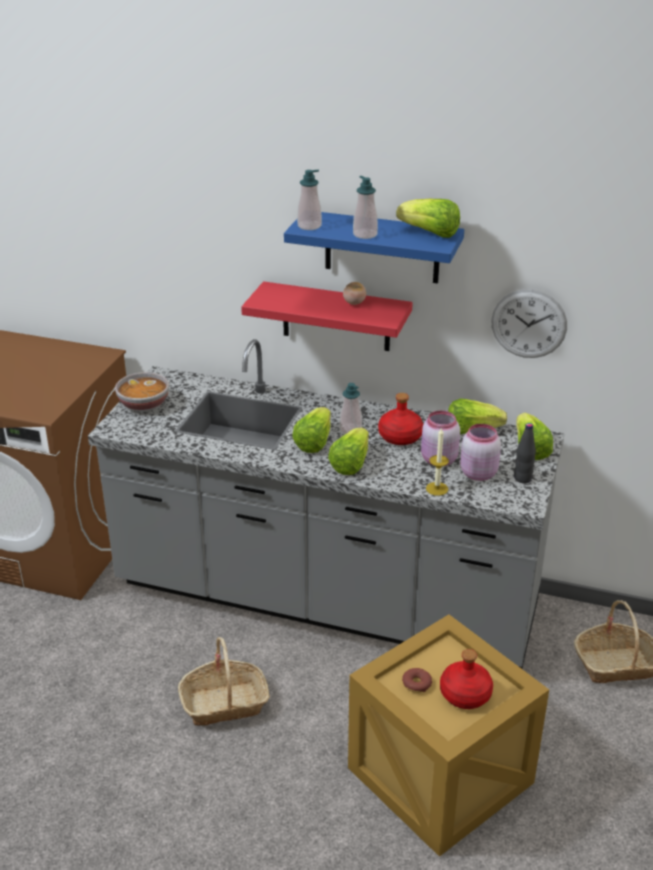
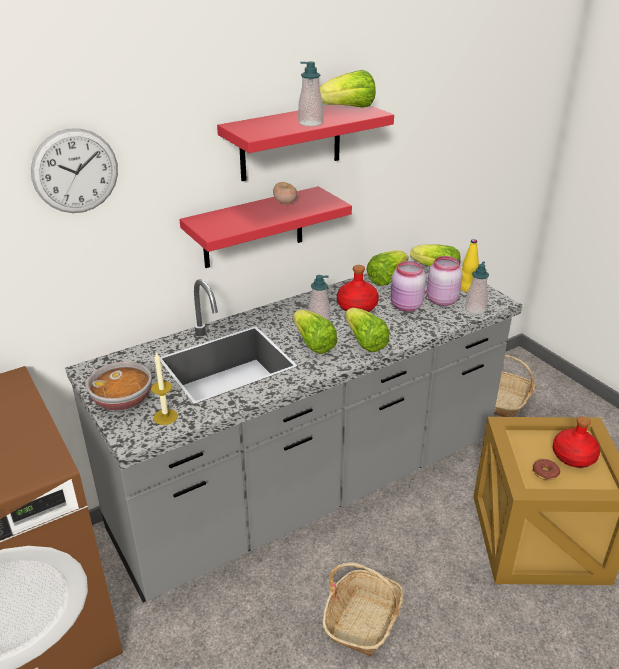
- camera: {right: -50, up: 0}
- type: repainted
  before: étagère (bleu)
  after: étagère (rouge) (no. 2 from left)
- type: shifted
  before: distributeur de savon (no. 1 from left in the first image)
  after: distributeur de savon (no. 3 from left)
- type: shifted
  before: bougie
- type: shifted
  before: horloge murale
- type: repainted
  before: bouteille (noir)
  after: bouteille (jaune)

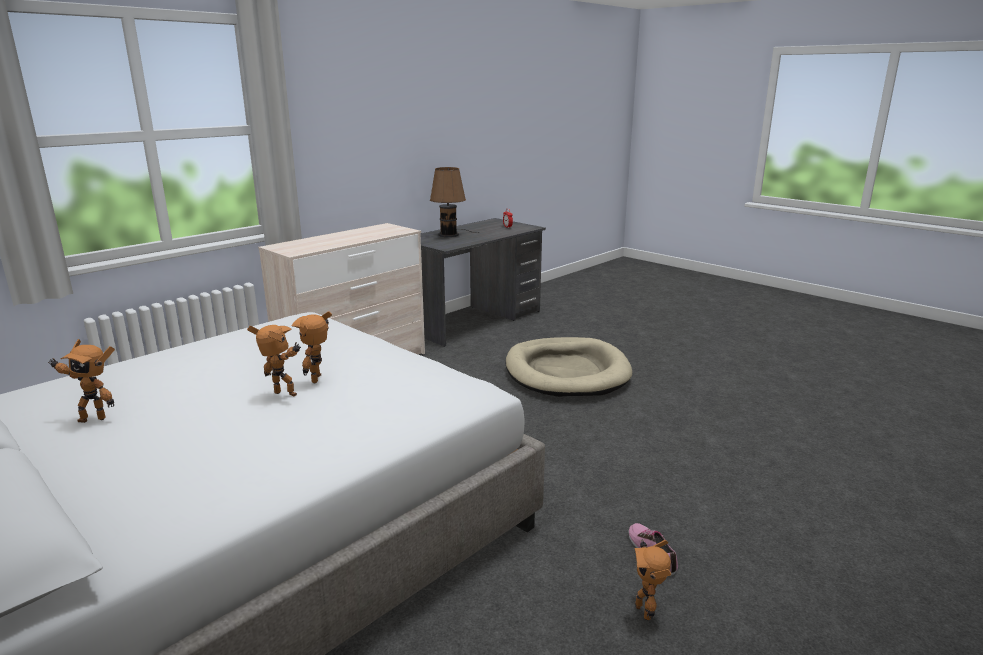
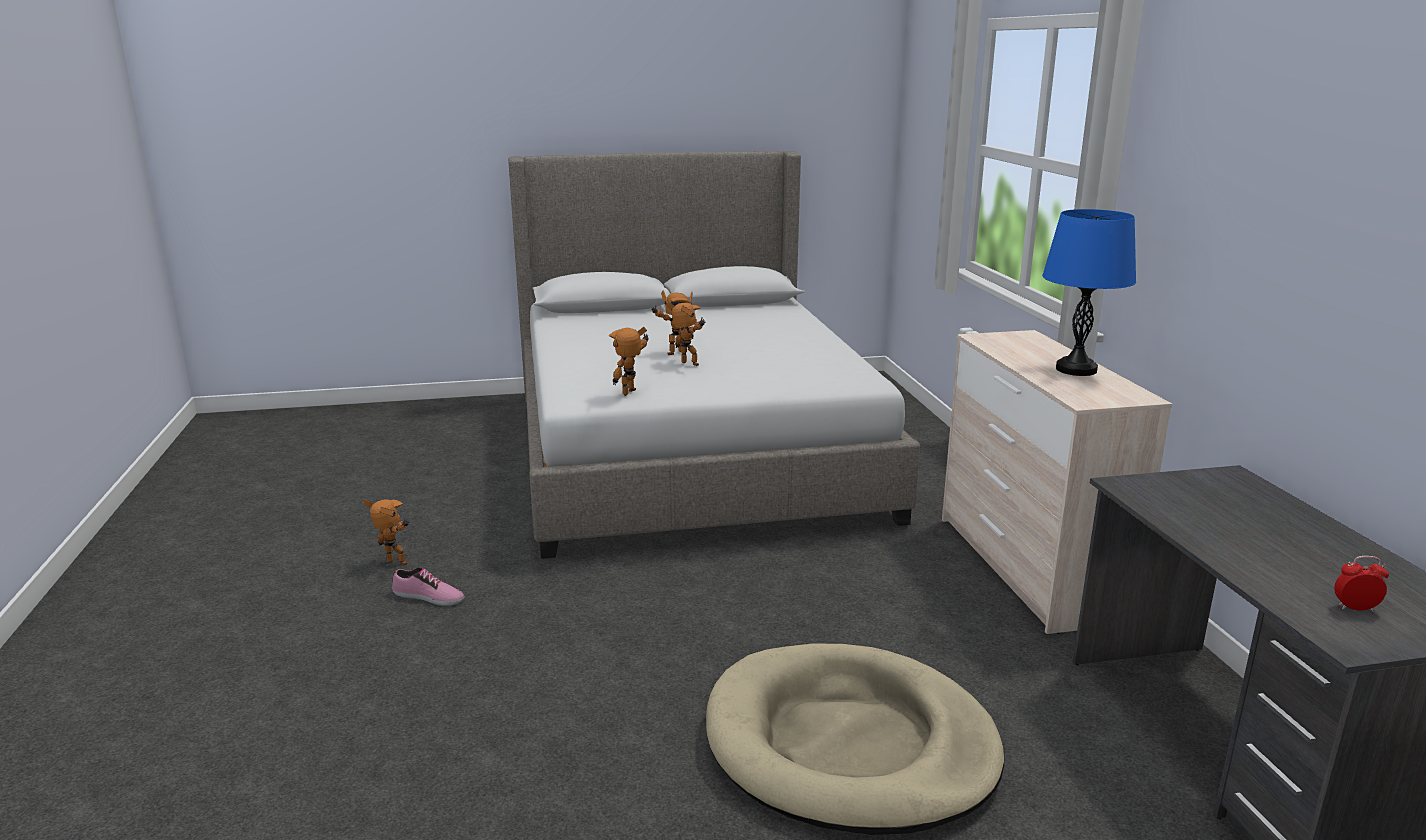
- camera: {right: 125, up: 0}
- type: shifted
  before: robot jouet (no. 1 from left in the first image)
  after: robot jouet (no. 2 from left)
- type: gone
  before: lampe de table (marron)
- type: new
  after: lampe de table (bleu)

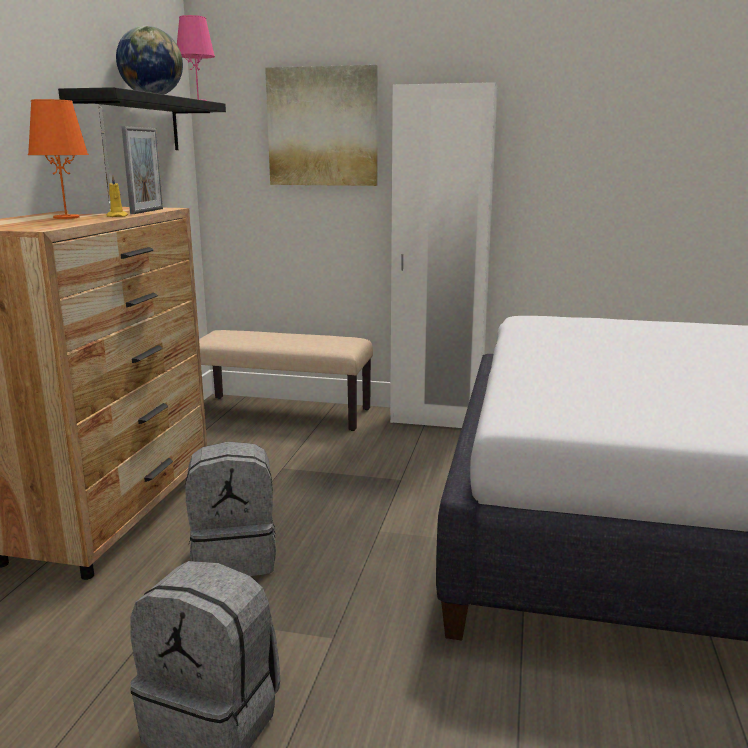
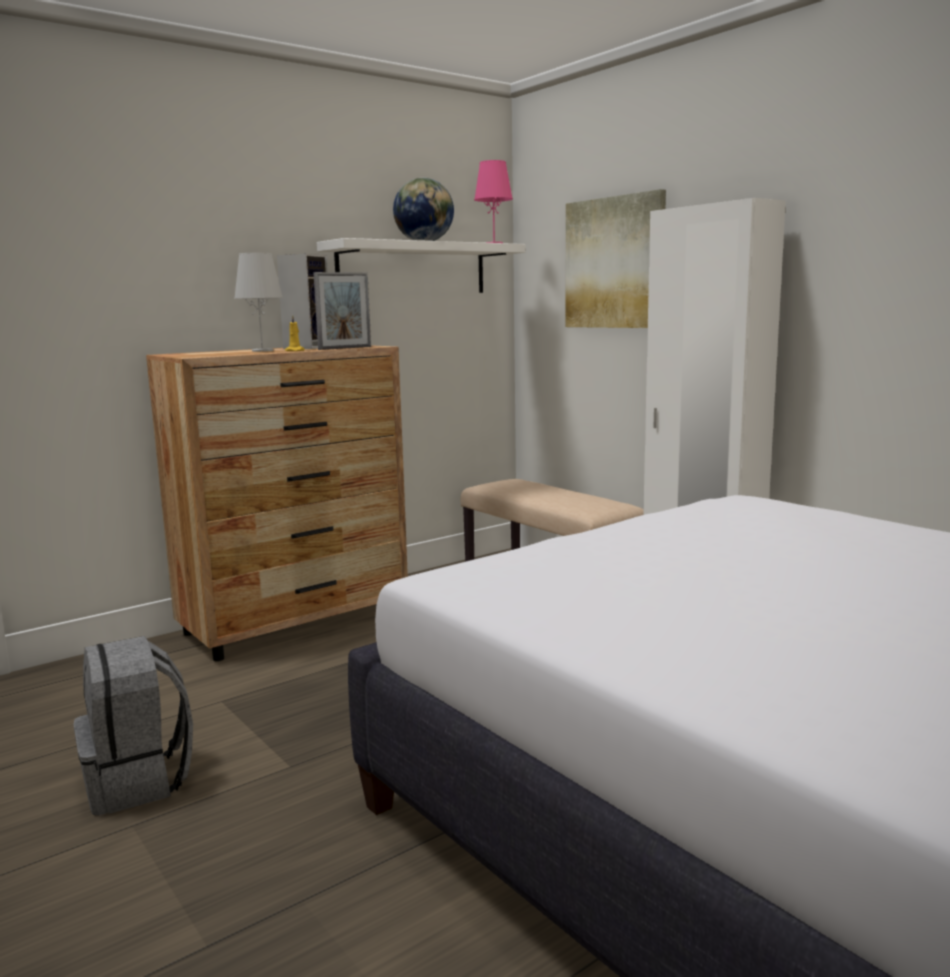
- camera: {right: 40, up: -5}
- type: repainted
  before: lampe de table (orange)
  after: lampe de table (blanc)
- type: repainted
  before: étagère (noir)
  after: étagère (blanc)
- type: gone
  before: sac à dos (gris) (no. 2 from left)

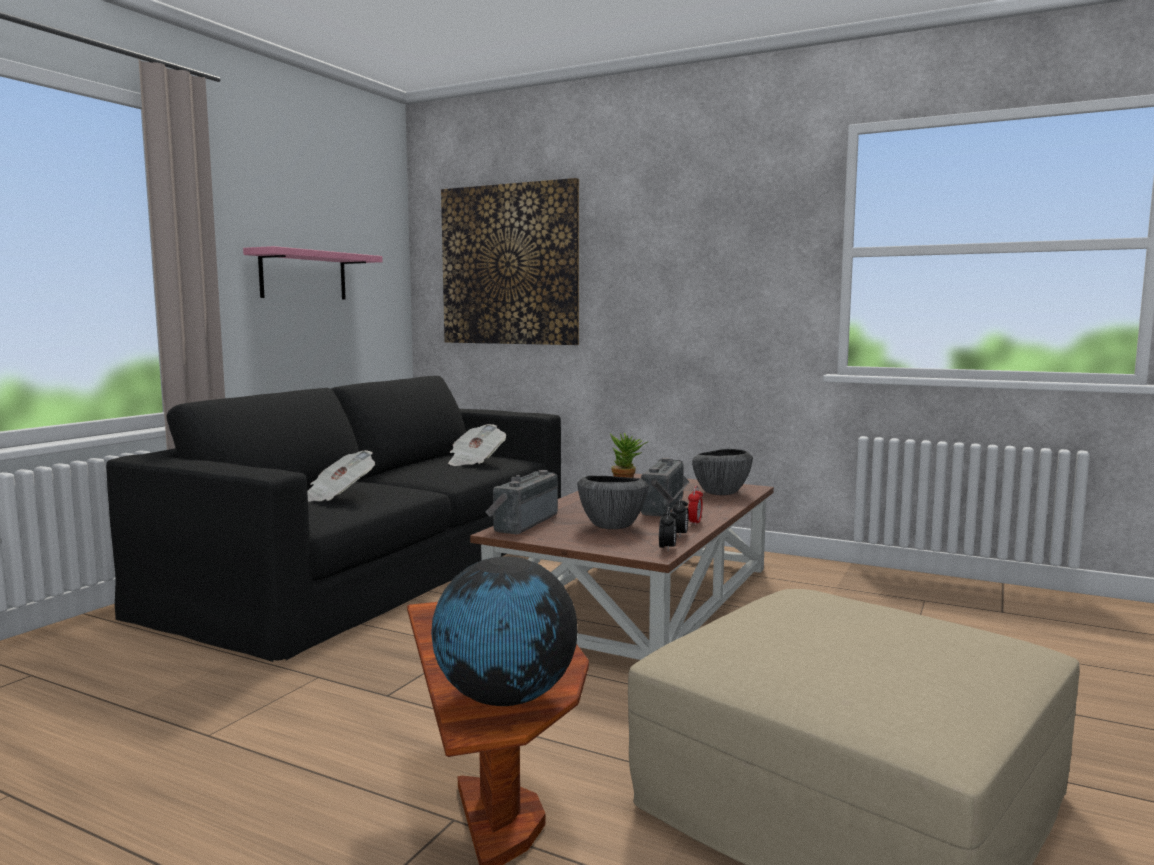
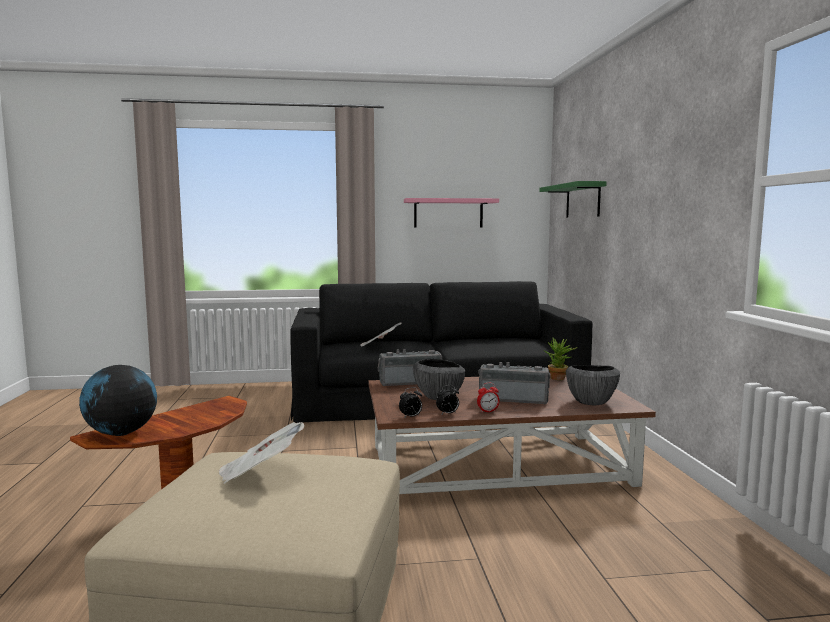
- camera: {right: 55, up: 0}
- type: swapped
  before: tableau
  after: étagère (vert)
- type: shifted
  before: journal (no. 2 from left in the first image)
  after: journal (no. 1 from left)
- type: rotated
  before: radio (no. 2 from left)
  turn: -150

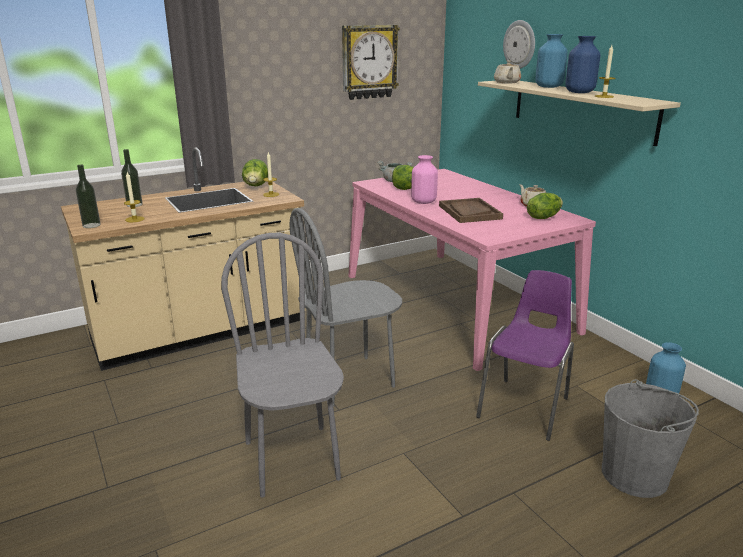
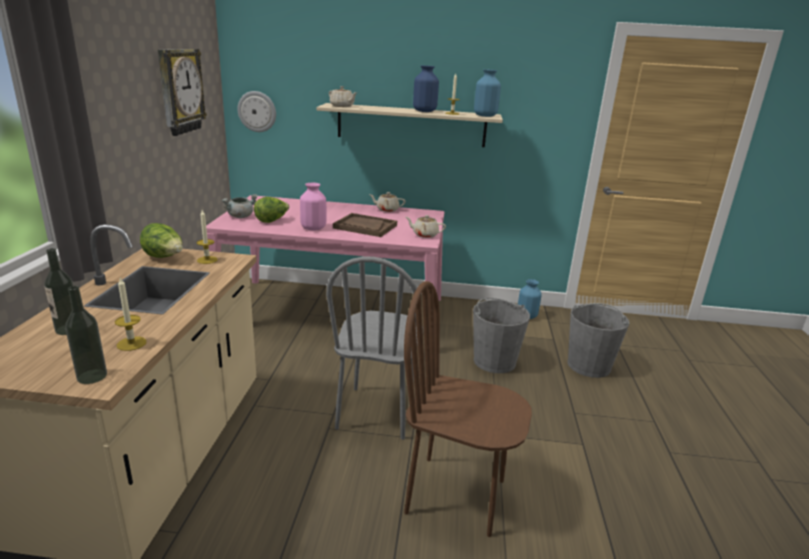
- camera: {right: -55, up: 0}
- type: repainted
  before: chaise (gris) (no. 1 from left)
  after: chaise (marron)
- type: swapped
  before: chaise (violet)
  after: seau (gris) (no. 1 from left)
- type: shifted
  before: horloge murale (no. 2 from left)
- type: gone
  before: laitue (no. 3 from left)
- type: shifted
  before: vase (bleu) (no. 1 from left in the first image)
  after: vase (bleu) (no. 2 from left)
- type: new
  after: théière (beige) (no. 3 from left)

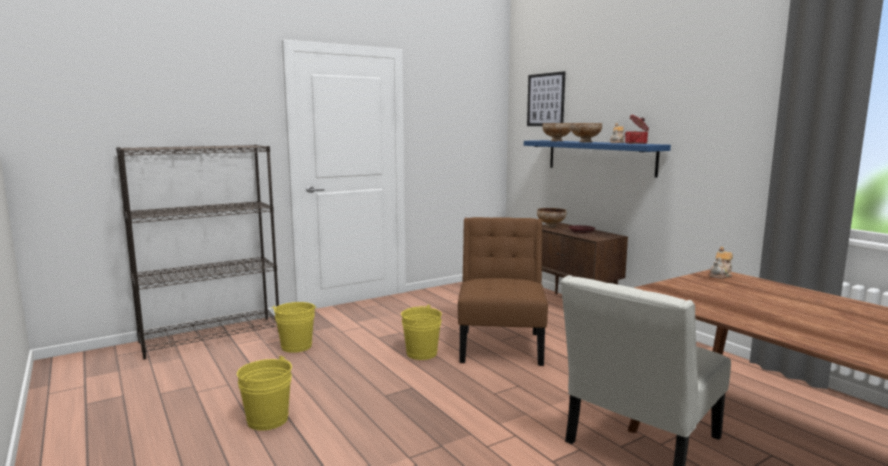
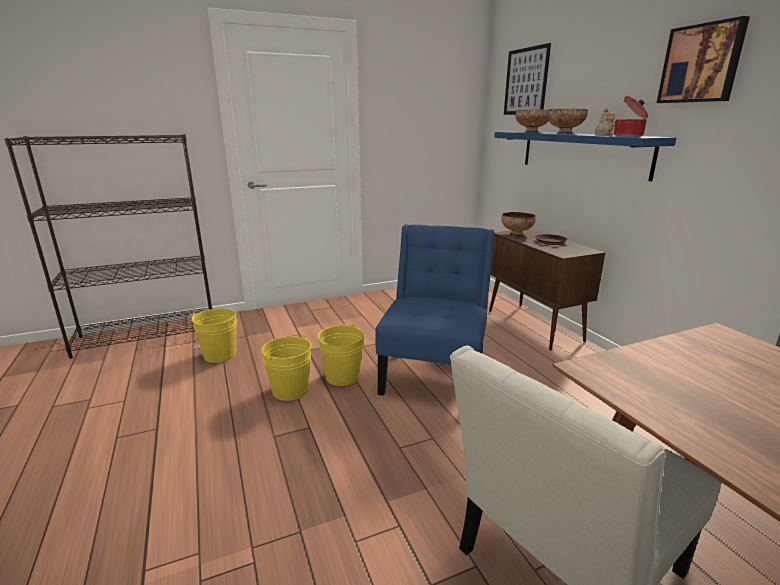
- camera: {right: 10, up: 10}
- type: shifted
  before: seau (jaune) (no. 1 from left in the first image)
  after: seau (jaune) (no. 2 from left)
- type: repainted
  before: chaise (marron)
  after: chaise (bleu)
- type: gone
  before: théière (no. 2 from left)
- type: new
  after: tableau (no. 2 from left)

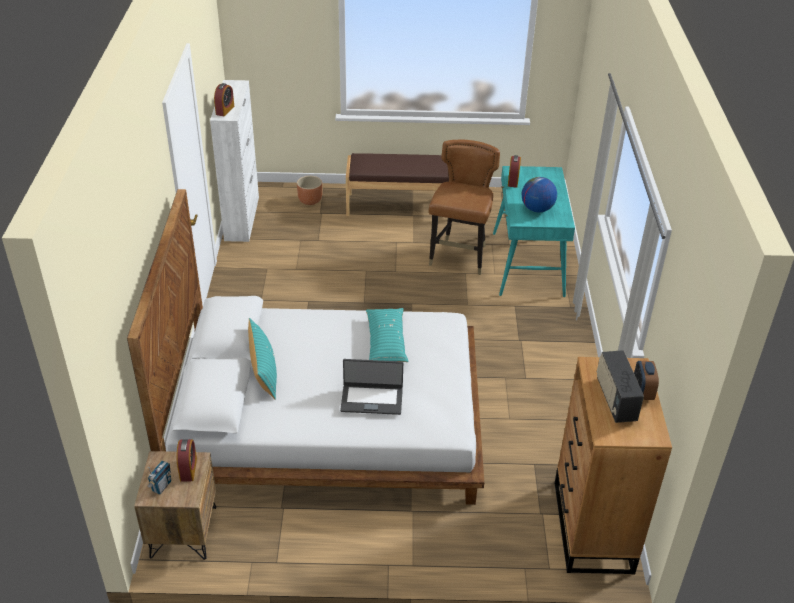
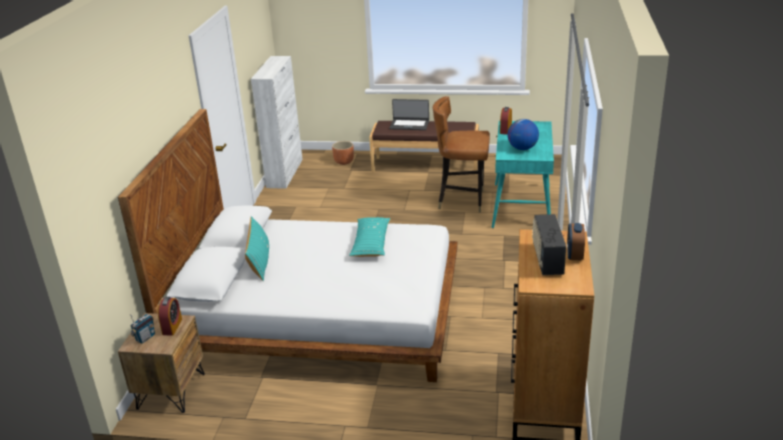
- camera: {right: 10, up: -10}
- type: gone
  before: réveil (no. 2 from left)
- type: shifted
  before: ordinateur portable
- type: rotated
  before: chaise (marron)
  turn: -105

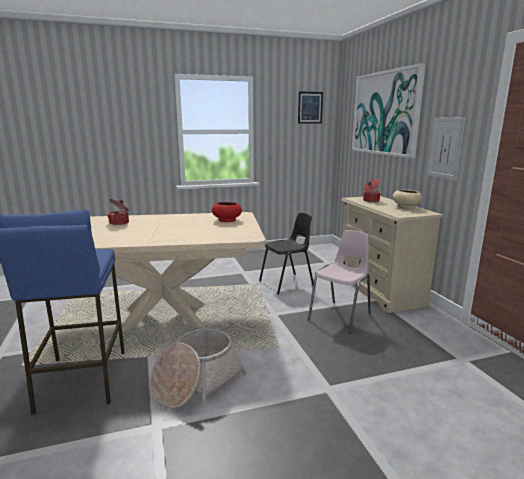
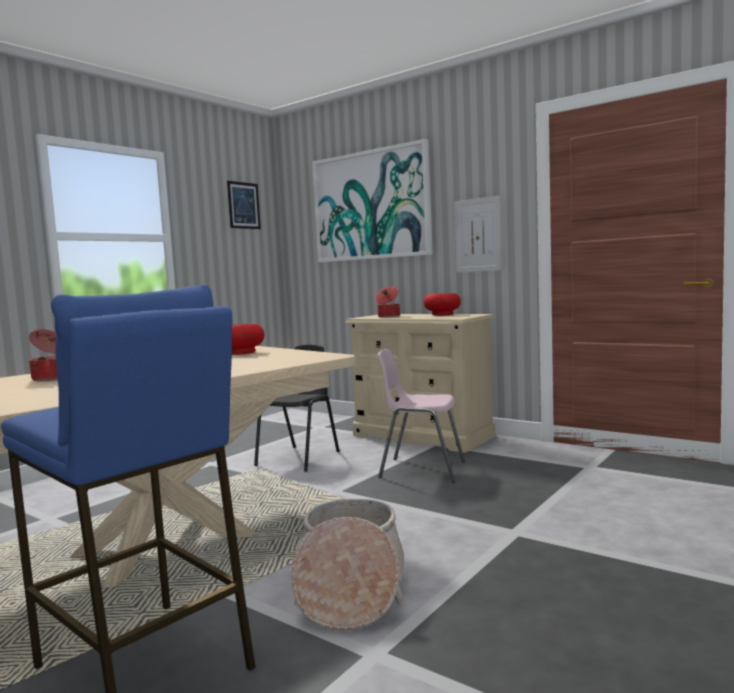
- camera: {right: -35, up: -10}
- type: rotated
  before: chaise (rose)
  turn: -75
- type: repainted
  before: bol (beige)
  after: bol (rouge) (no. 2 from left)

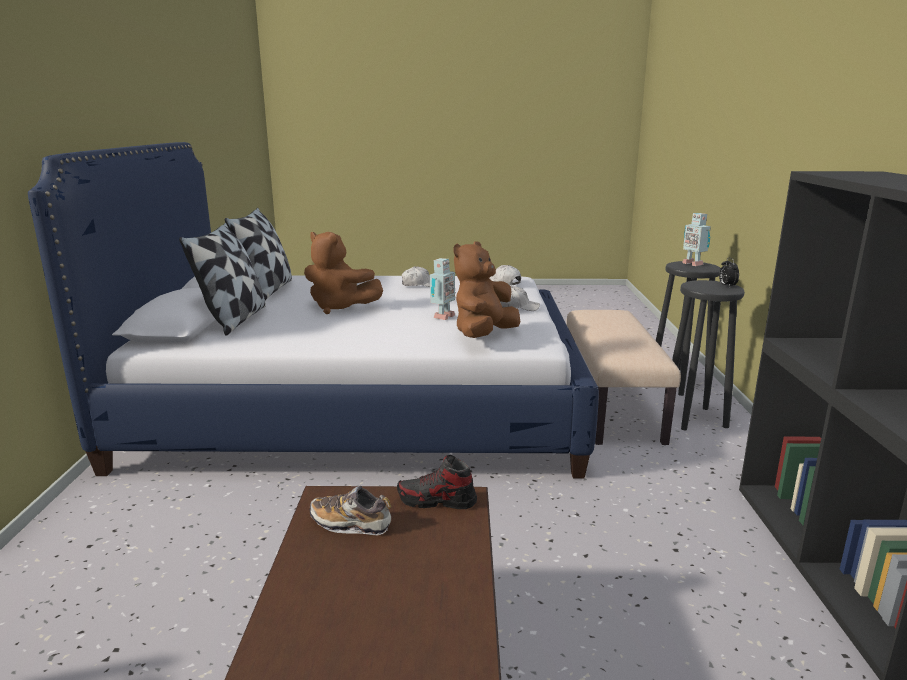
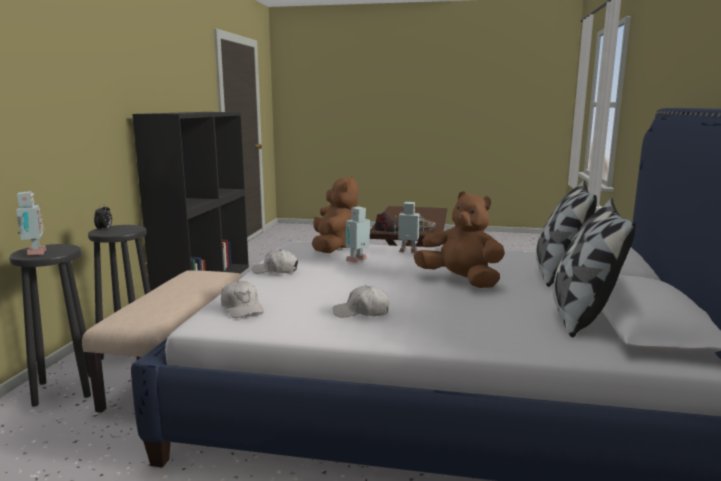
- camera: {right: -170, up: -5}
- type: rotated
  before: peluche (marron) (no. 2 from left in the first image)
  turn: -45
- type: new
  after: robot jouet (no. 3 from left)

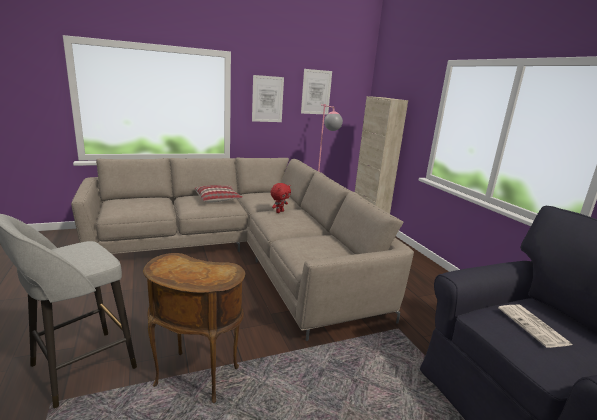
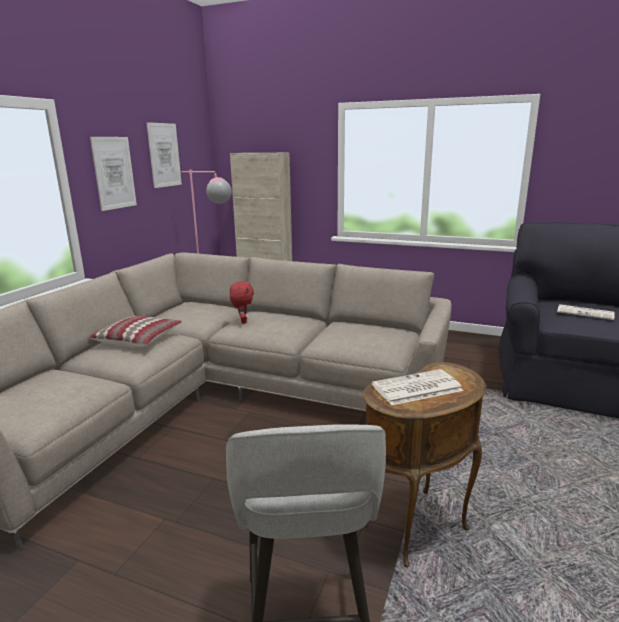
- camera: {right: -45, up: 0}
- type: new
  after: journal (no. 1 from left)

